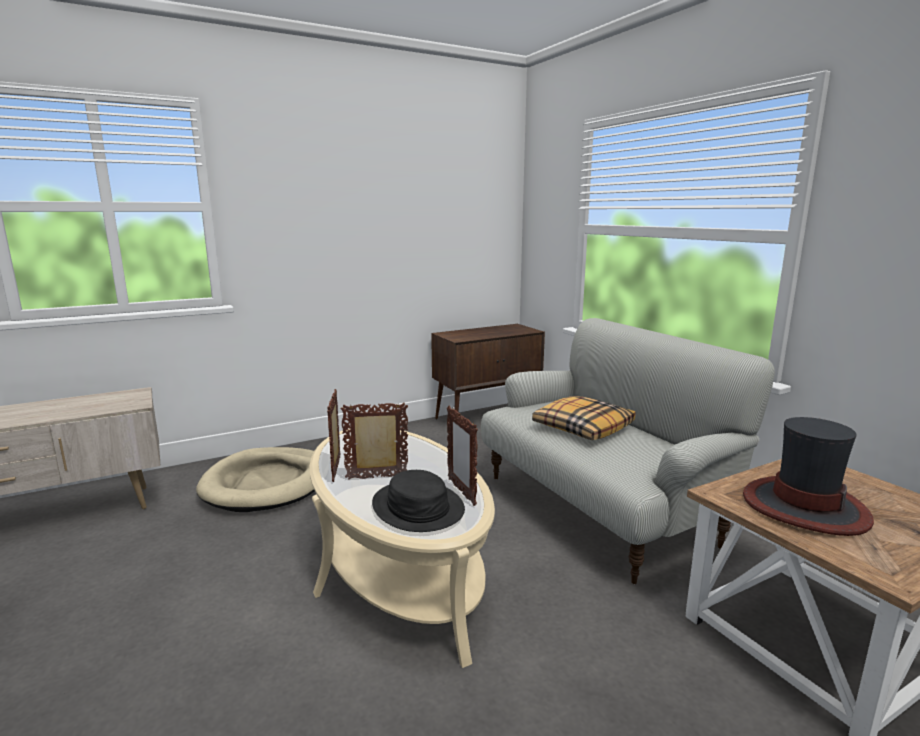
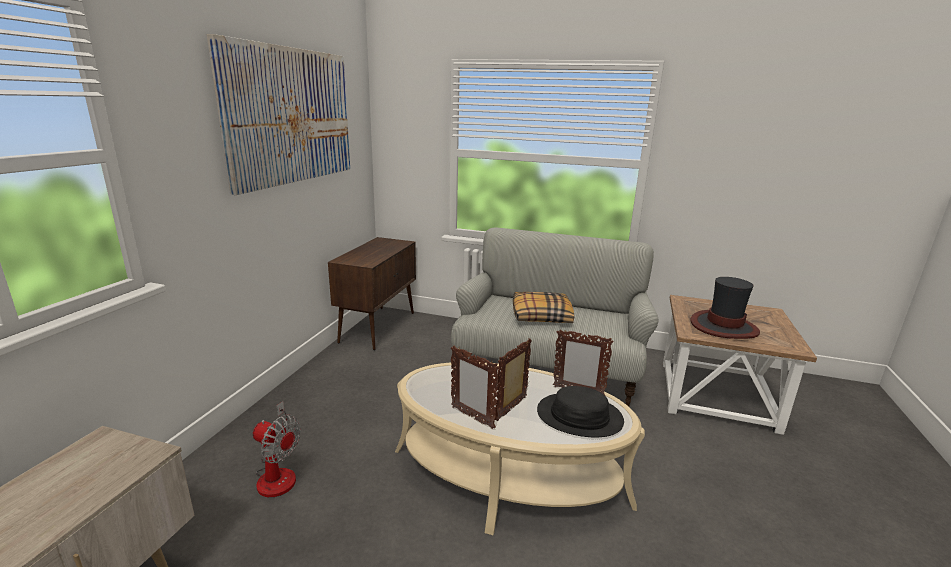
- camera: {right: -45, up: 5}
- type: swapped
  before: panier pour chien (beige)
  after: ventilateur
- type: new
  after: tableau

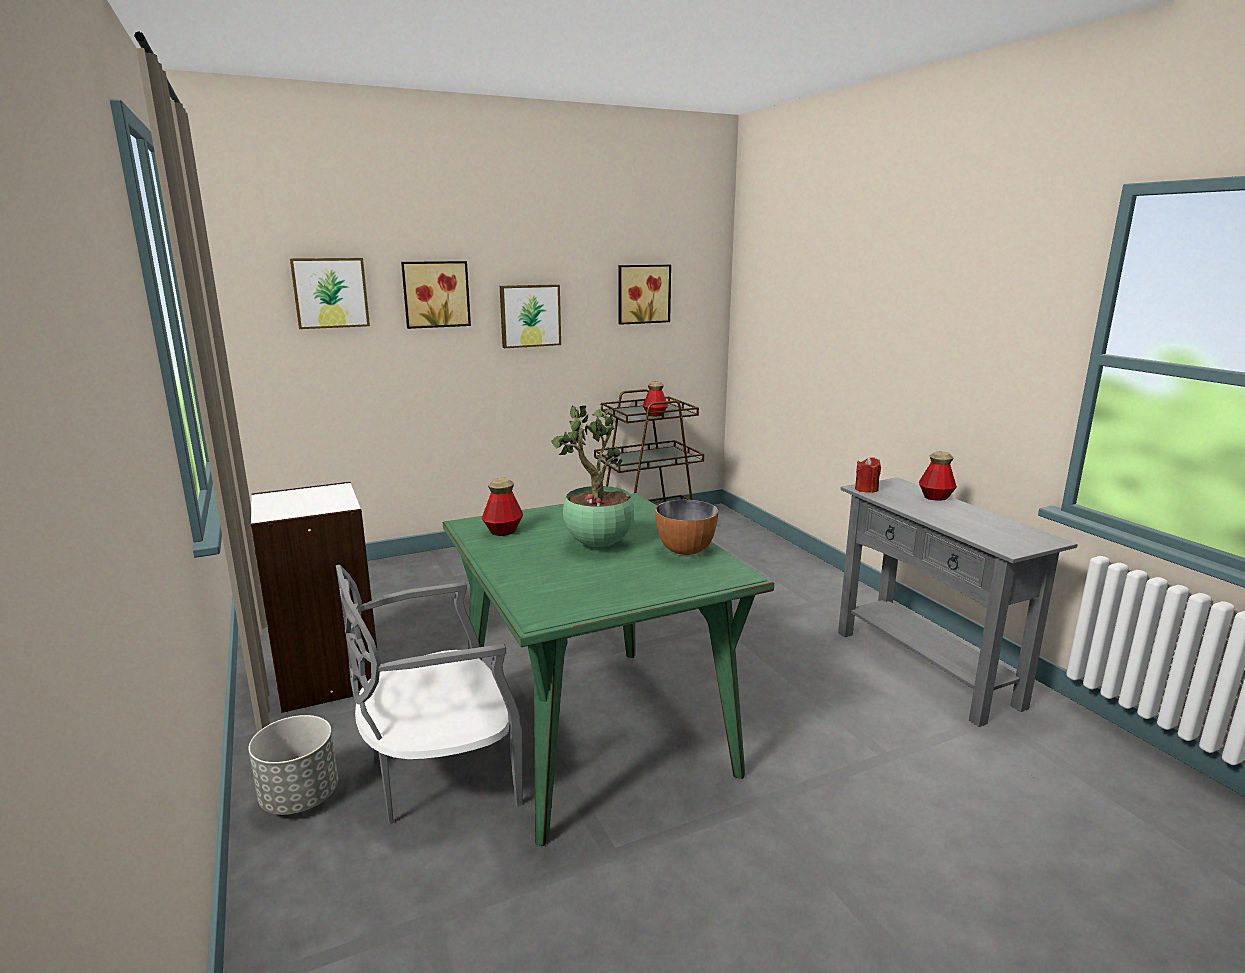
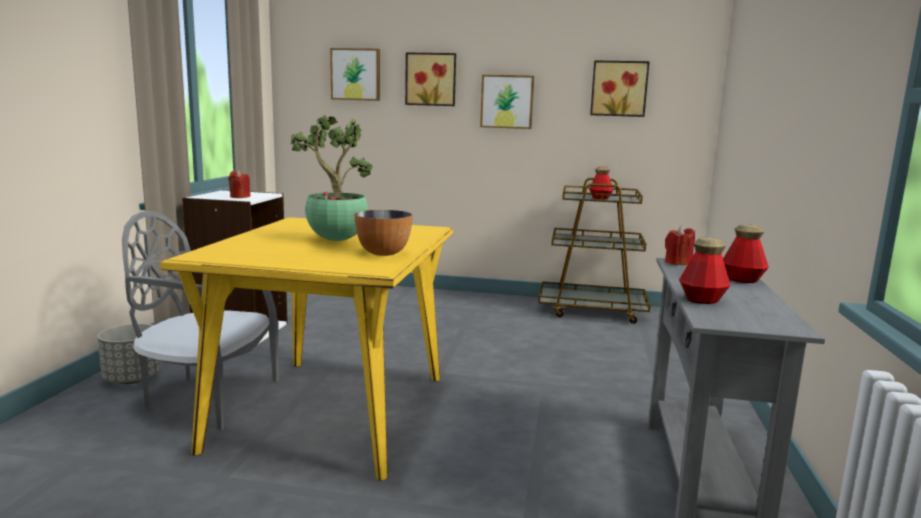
- camera: {right: 35, up: -5}
- type: repainted
  before: table à manger (vert)
  after: table à manger (jaune)
- type: shifted
  before: bouteille (no. 1 from left in the first image)
  after: bouteille (no. 2 from left)
- type: new
  after: bougie (rouge) (no. 1 from left)

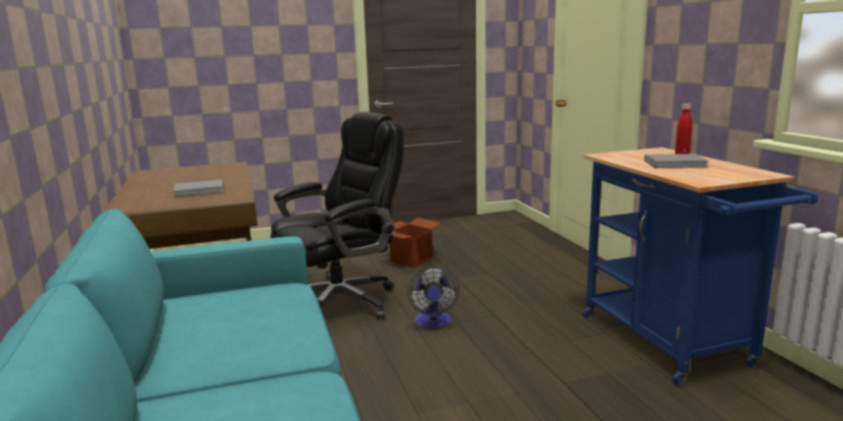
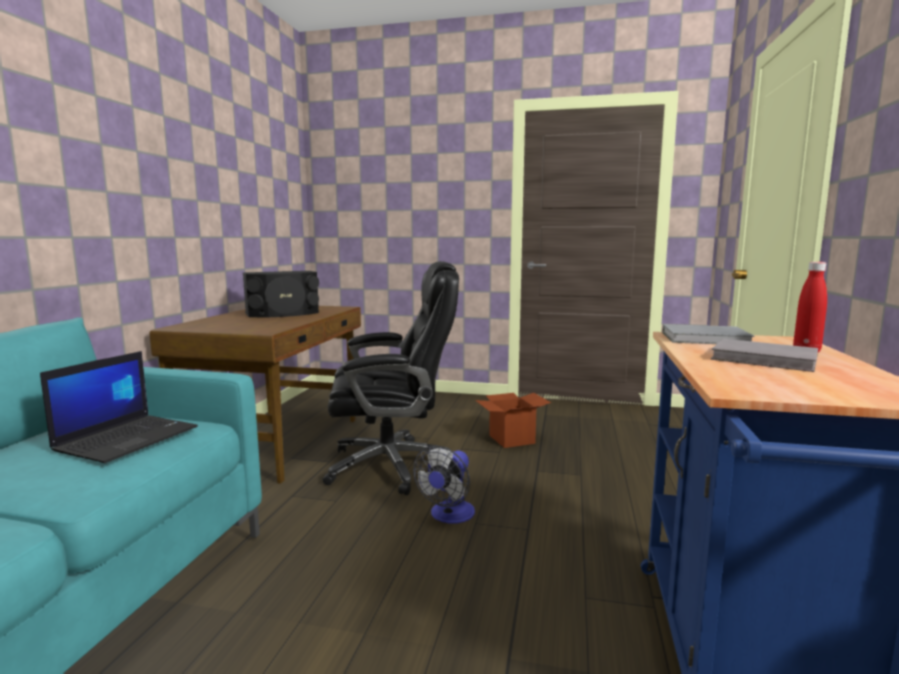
- camera: {right: 30, up: -5}
- type: shifted
  before: livre (gris) (no. 1 from left)
- type: new
  after: ordinateur portable
- type: new
  after: enceinte (noir)

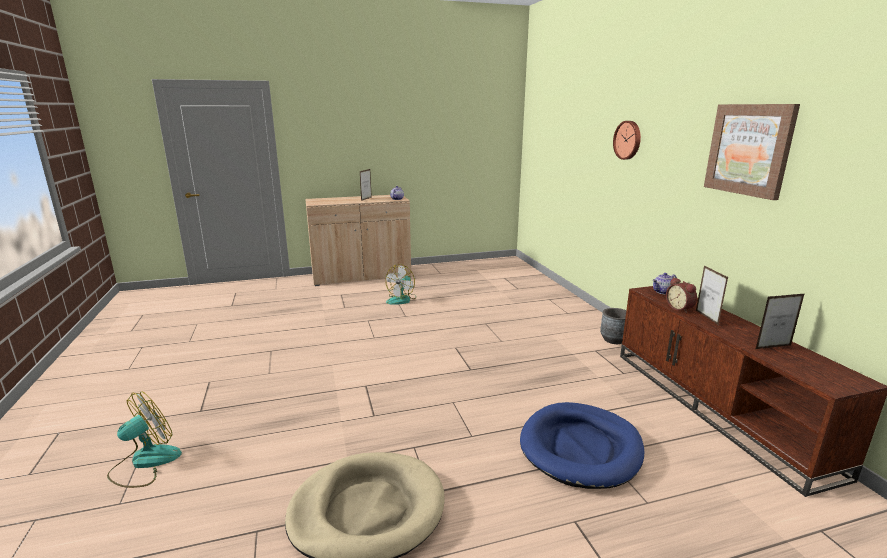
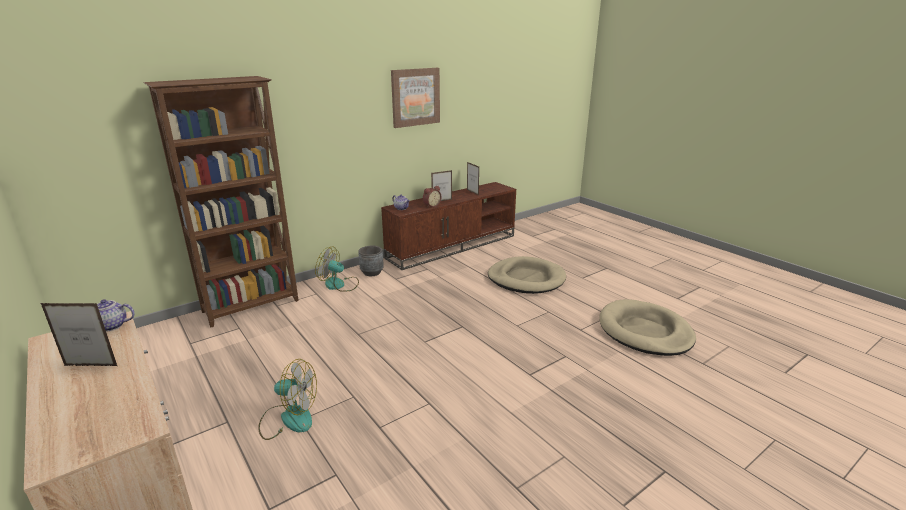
- camera: {right: -110, up: 5}
- type: shifted
  before: ventilateur (no. 1 from left in the first image)
  after: ventilateur (no. 2 from left)
- type: repainted
  before: panier pour chien (bleu)
  after: panier pour chien (beige) (no. 1 from left)
- type: gone
  before: horloge murale
- type: new
  after: bibliothèque (marron)

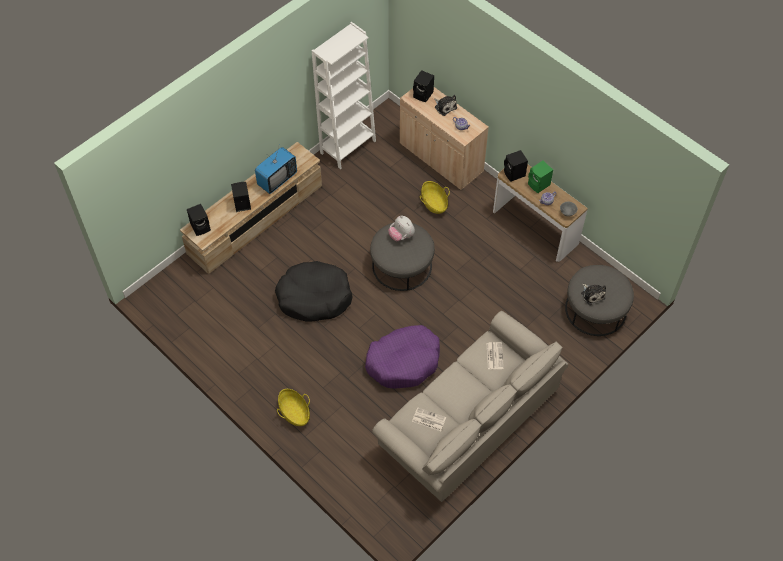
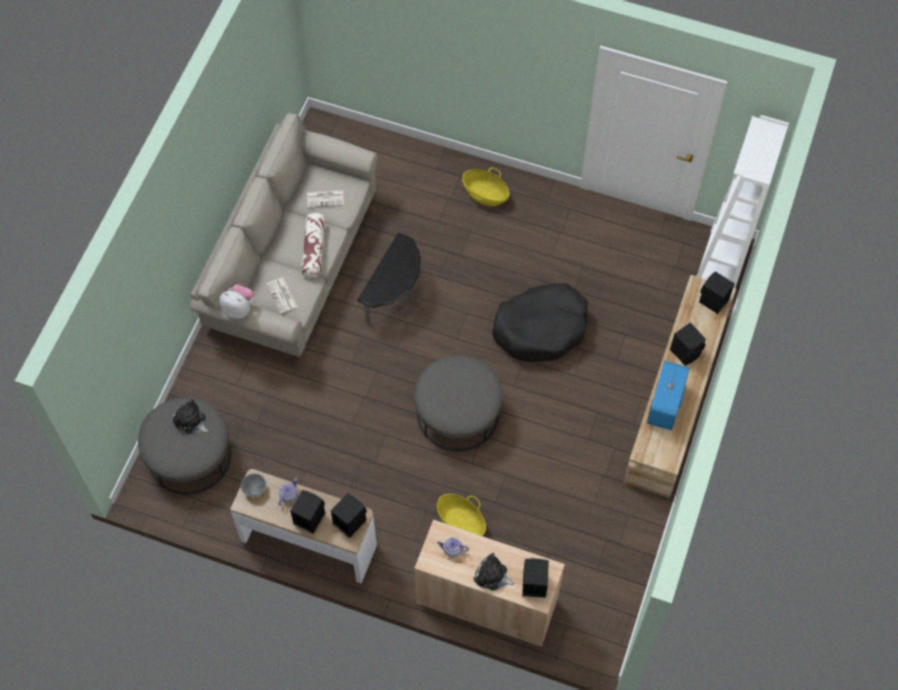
- camera: {right: 155, up: 5}
- type: shifted
  before: bibliothèque (blanc)
- type: swapped
  before: panier pour chien (violet)
  after: table d'appoint
- type: shifted
  before: peluche (no. 1 from left in the first image)
  after: peluche (no. 2 from left)
- type: repainted
  before: enceinte (vert)
  after: enceinte (noir) (no. 1 from left)
- type: new
  after: coussin

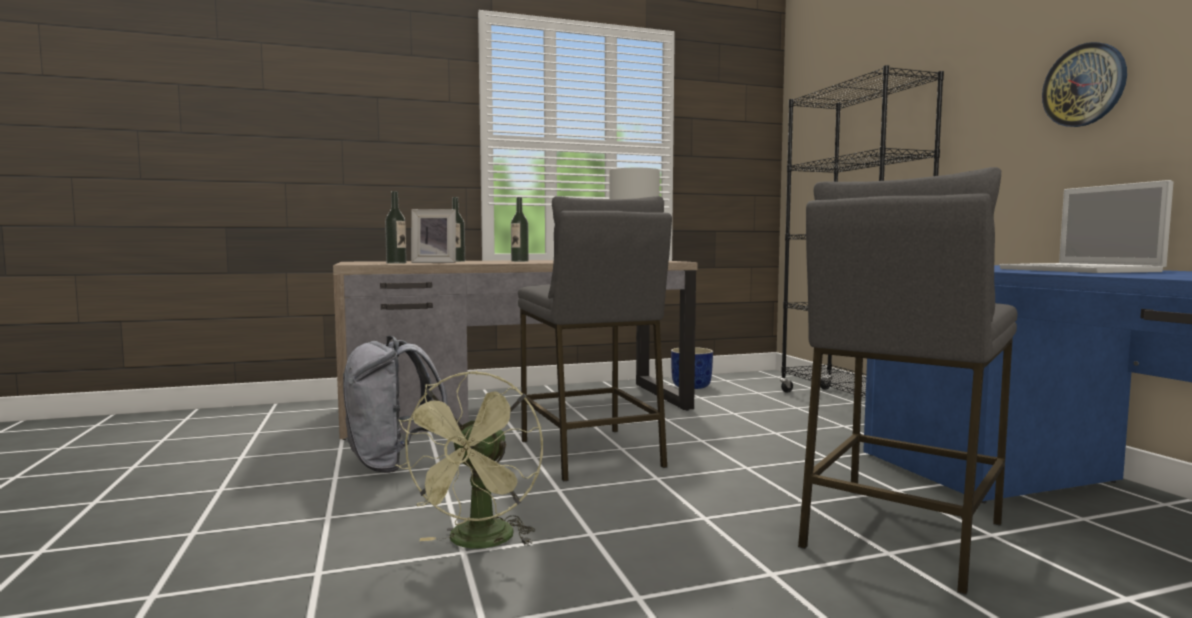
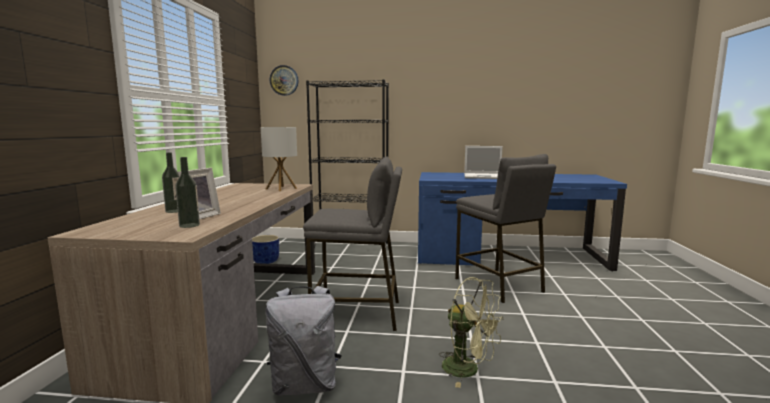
- camera: {right: -65, up: 5}
- type: gone
  before: bouteille (no. 3 from left)
- type: shifted
  before: horloge murale

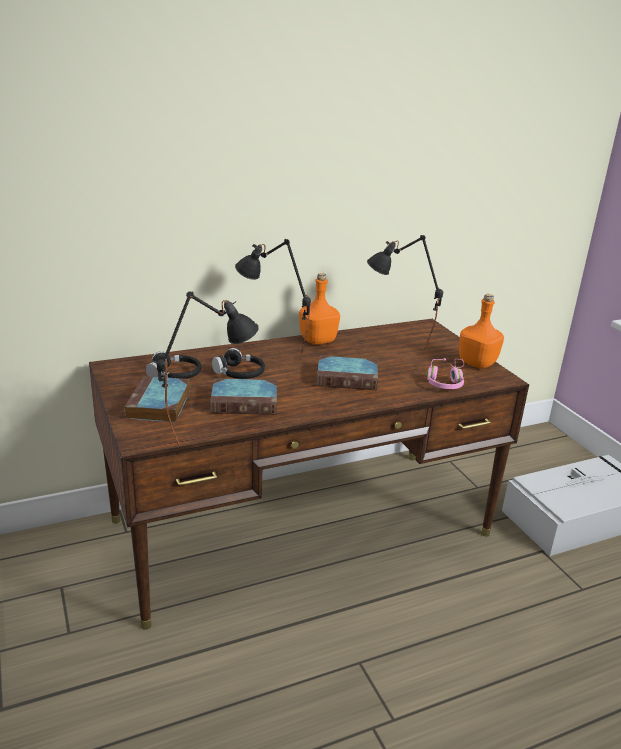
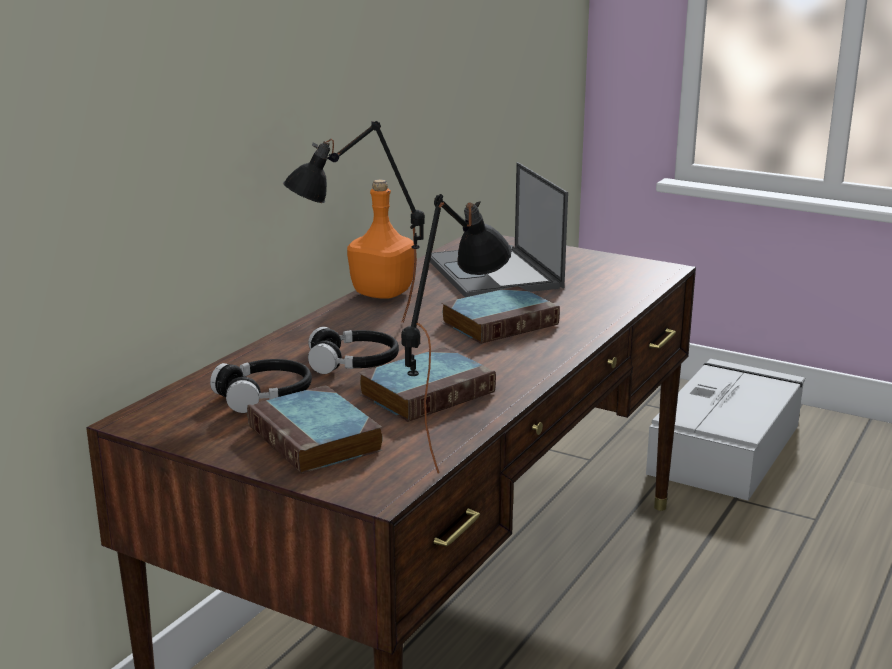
- camera: {right: -35, up: -5}
- type: swapped
  before: lampe de table (noir) (no. 3 from left)
  after: ordinateur portable
- type: gone
  before: casque audio (rose)
- type: gone
  before: bouteille (orange) (no. 2 from left)

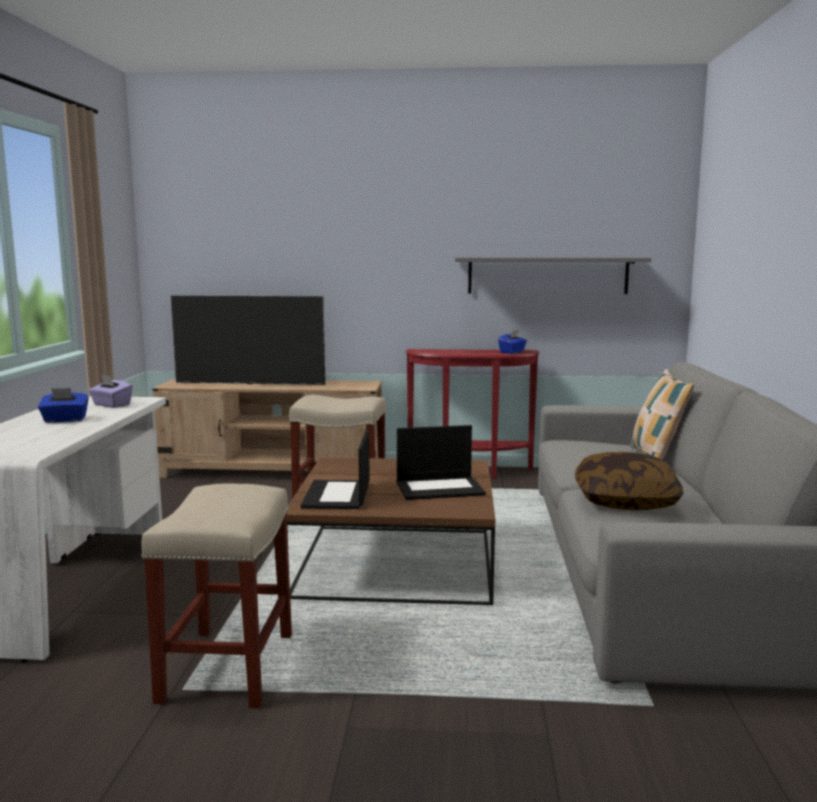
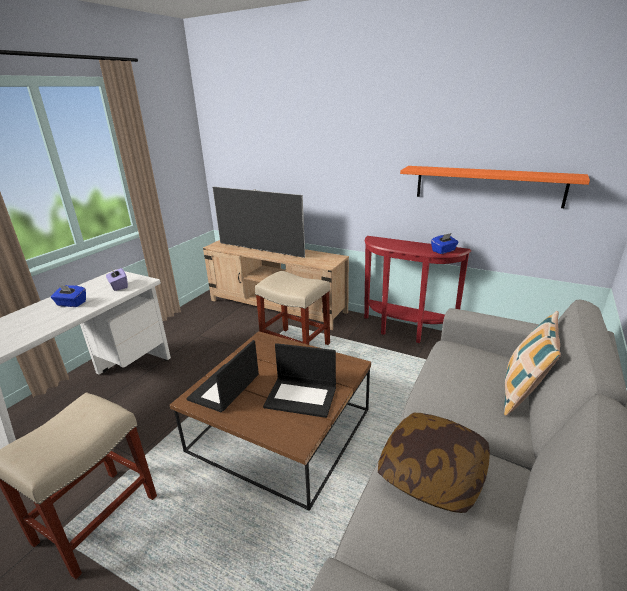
- camera: {right: 25, up: 15}
- type: repainted
  before: étagère (gris)
  after: étagère (orange)

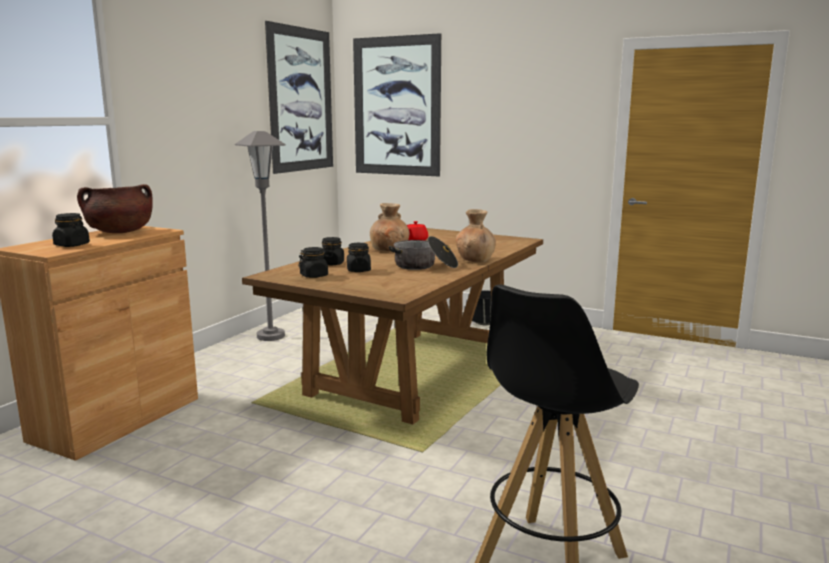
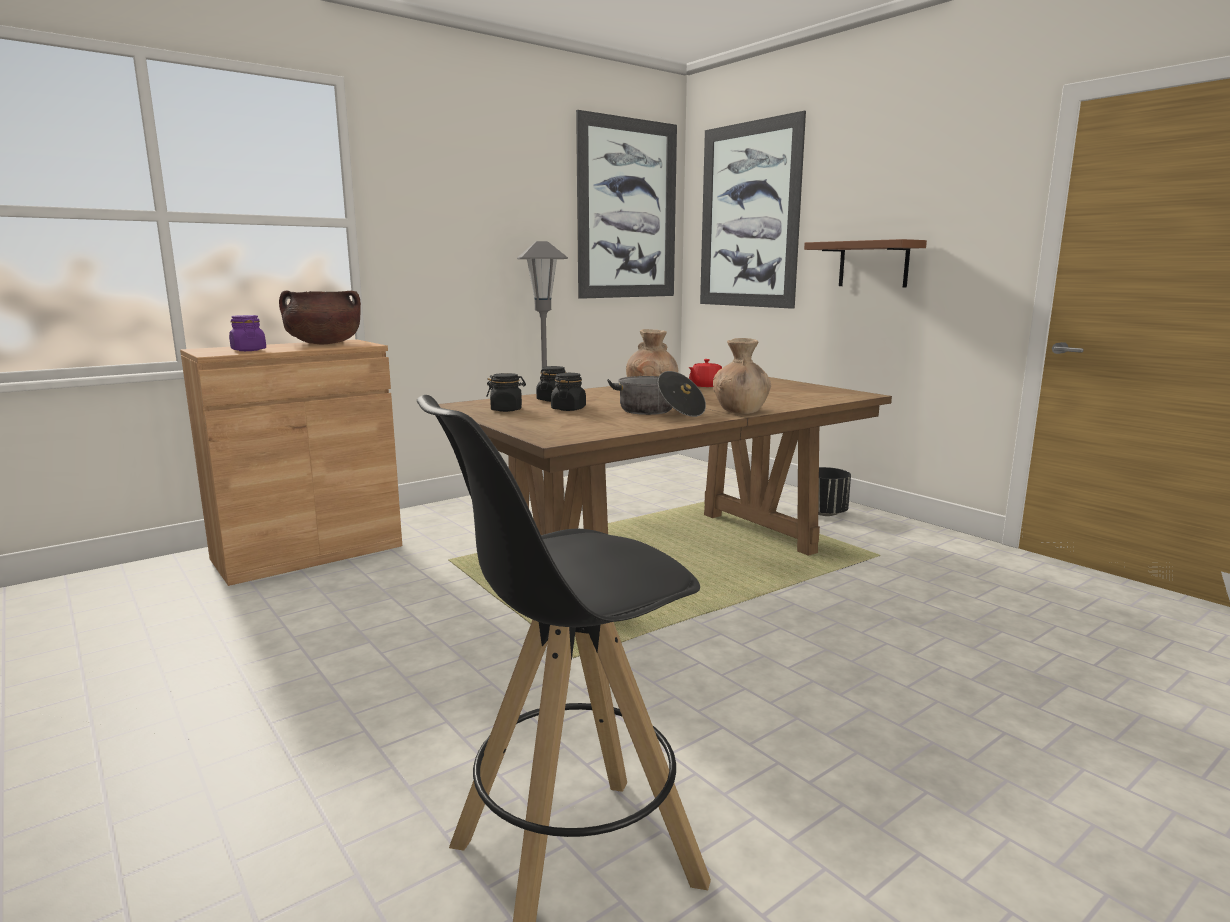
- camera: {right: 25, up: 0}
- type: repainted
  before: bocal (noir) (no. 1 from left)
  after: bocal (violet)
- type: new
  after: étagère (marron)

